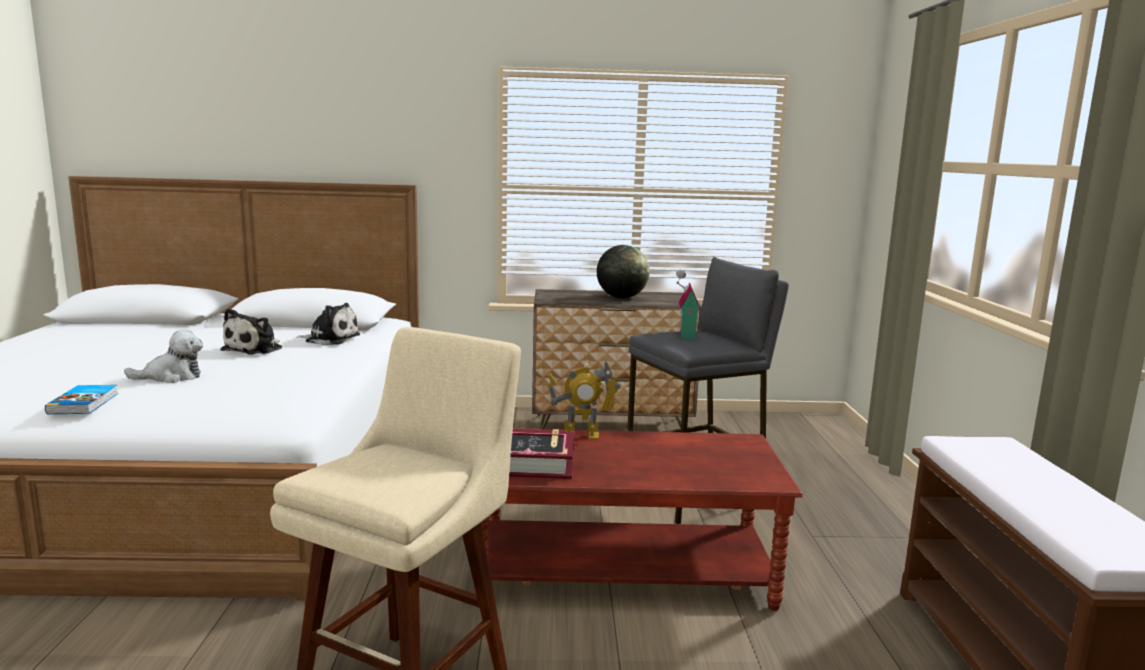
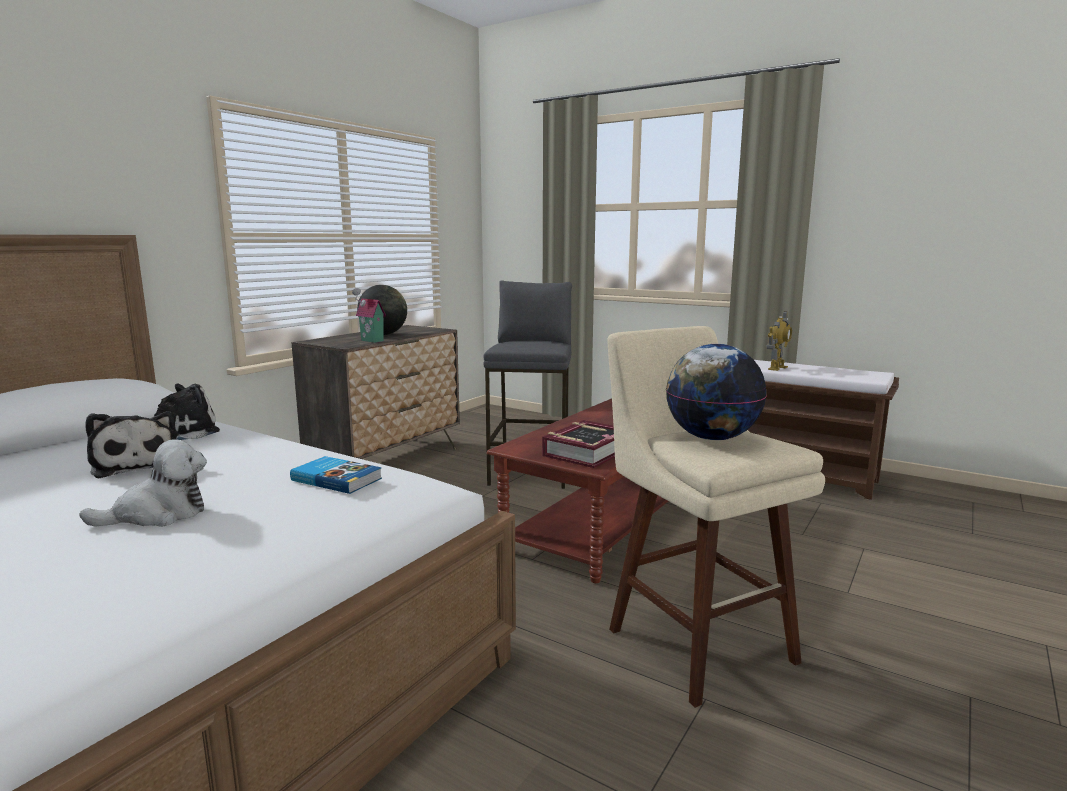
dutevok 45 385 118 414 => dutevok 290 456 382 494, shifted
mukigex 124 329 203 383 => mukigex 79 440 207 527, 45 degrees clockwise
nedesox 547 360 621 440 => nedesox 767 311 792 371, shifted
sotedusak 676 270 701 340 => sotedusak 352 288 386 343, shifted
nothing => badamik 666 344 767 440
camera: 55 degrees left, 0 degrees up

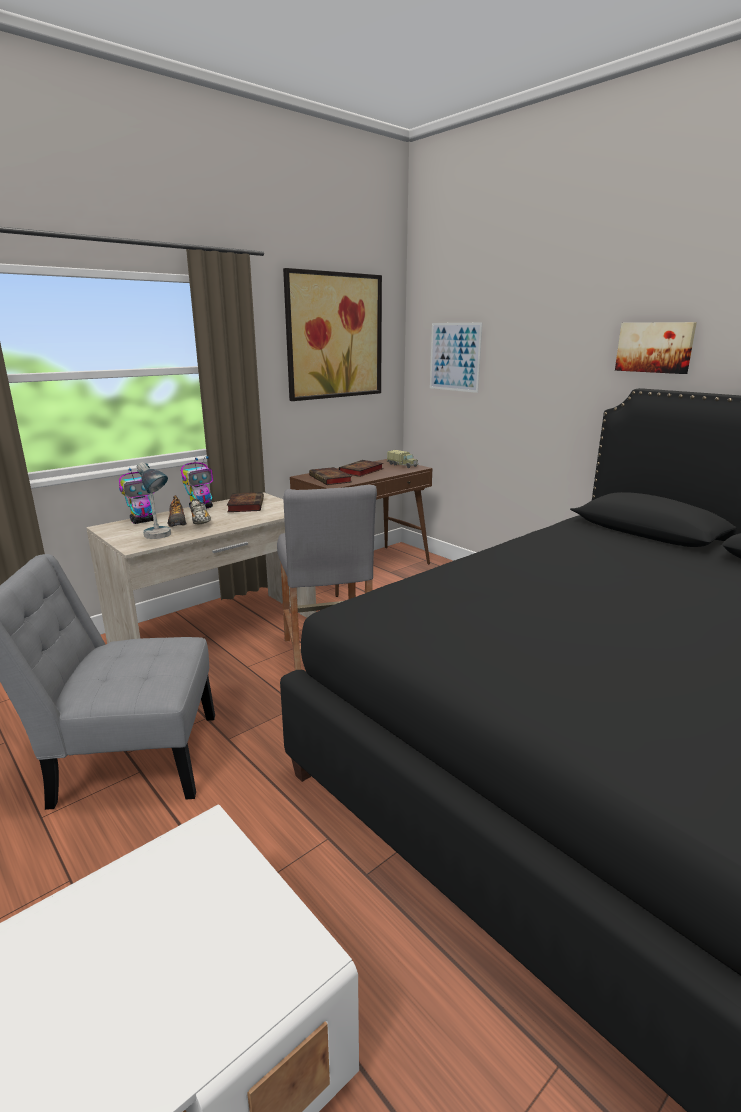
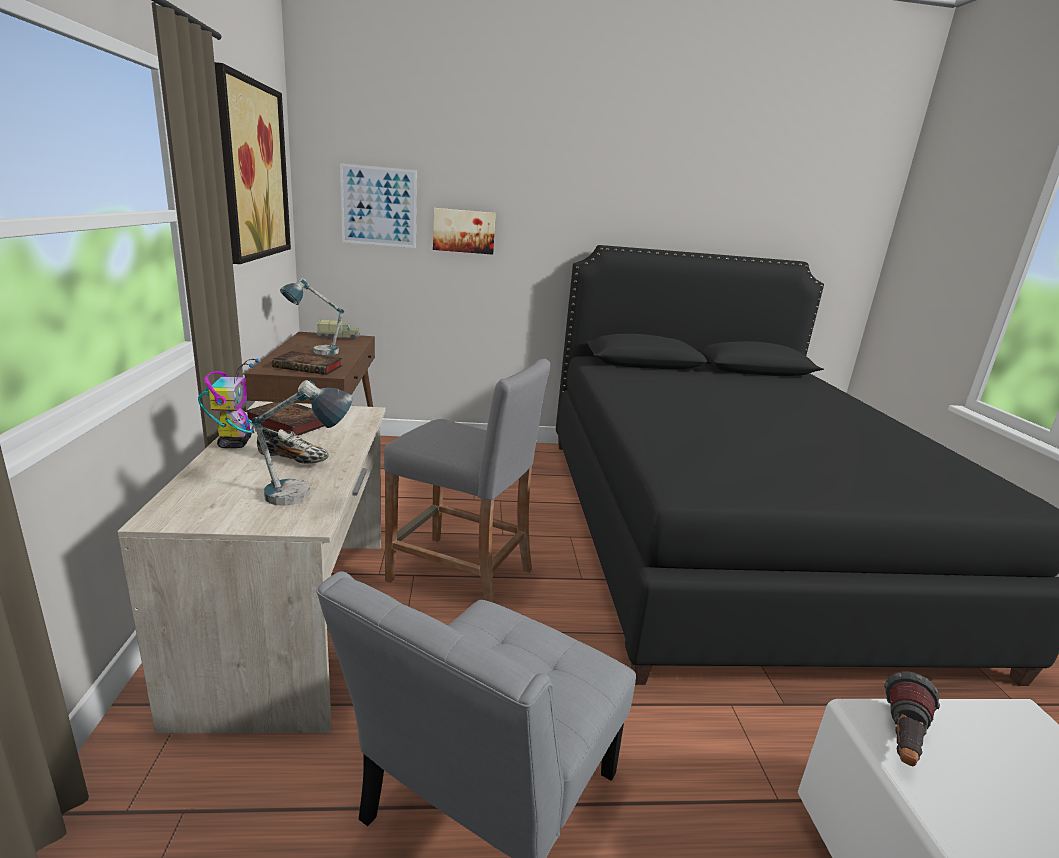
nedesox 119 468 155 524 => nothing
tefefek 168 495 187 527 => nothing
dutevok 339 460 383 477 => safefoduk 280 278 344 355
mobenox 615 322 697 374 => mobenox 433 208 496 255, shifted
nothing => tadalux 884 671 940 766
camera: 55 degrees left, 0 degrees up

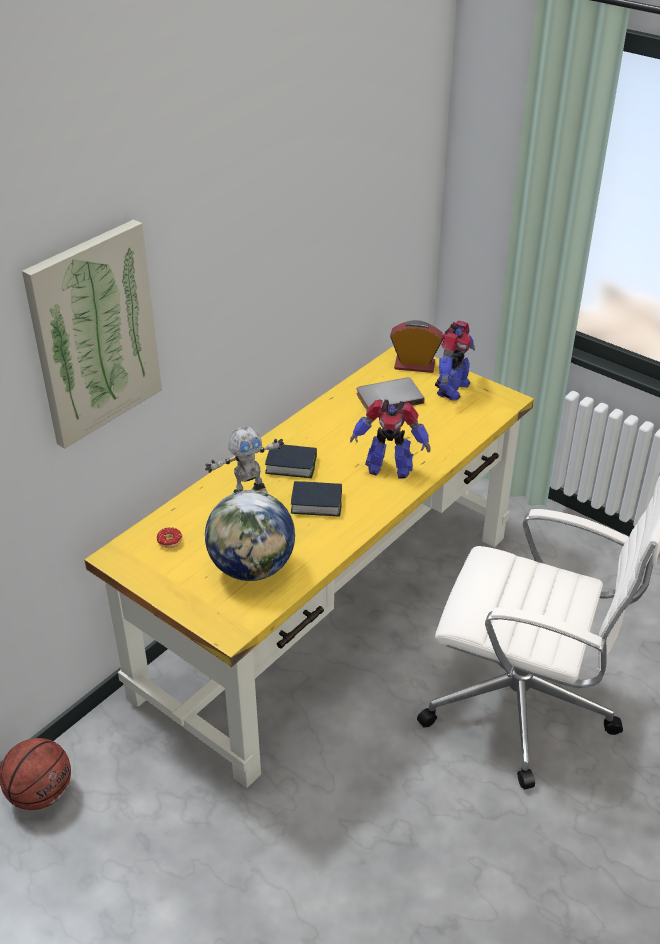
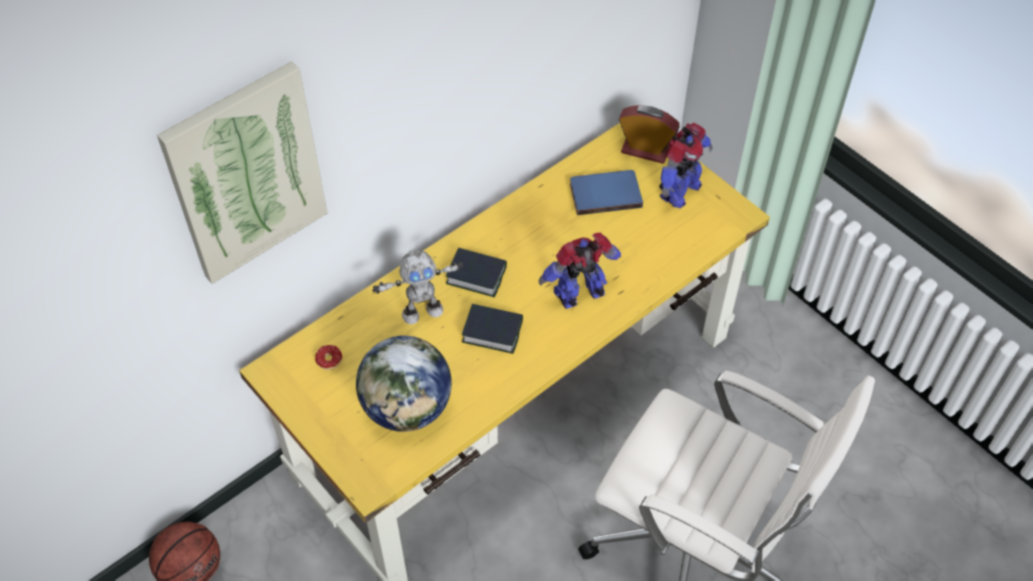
nedesox 350 399 431 478 => nedesox 538 233 621 309, 135 degrees clockwise
grey dutevok 356 377 425 411 => blue dutevok 570 170 643 215
camera: 10 degrees right, 15 degrees up

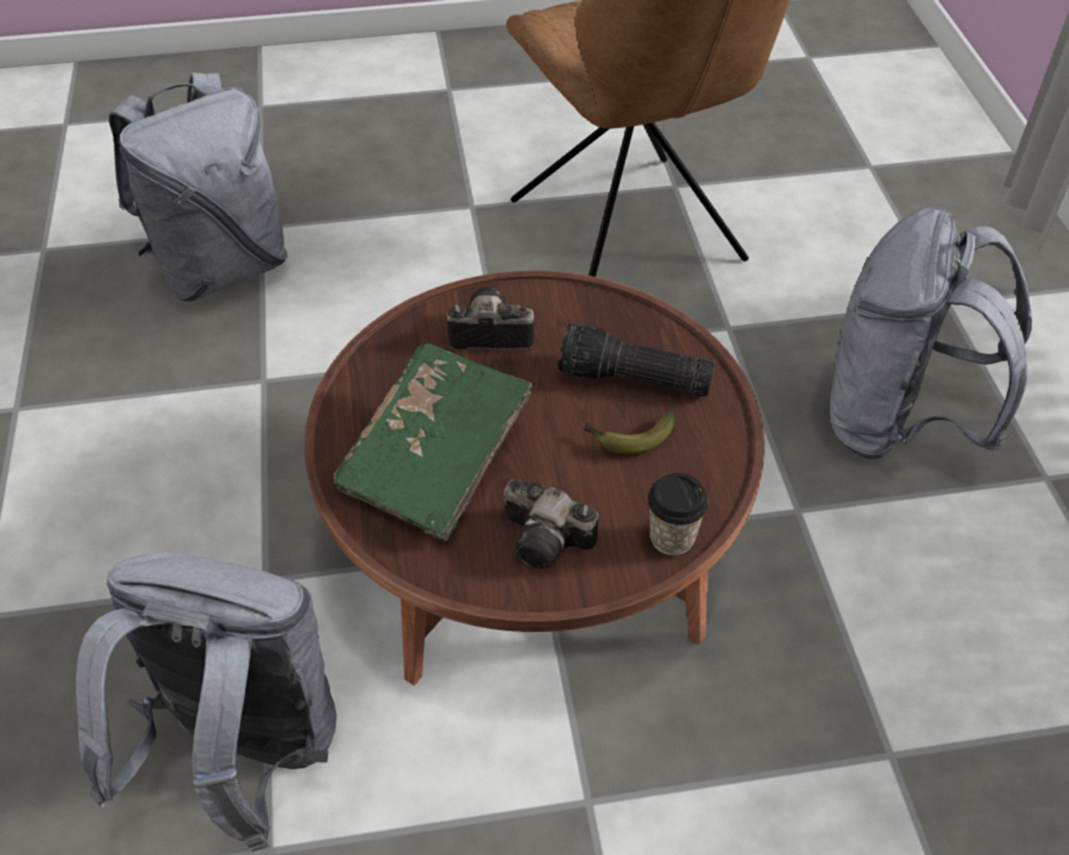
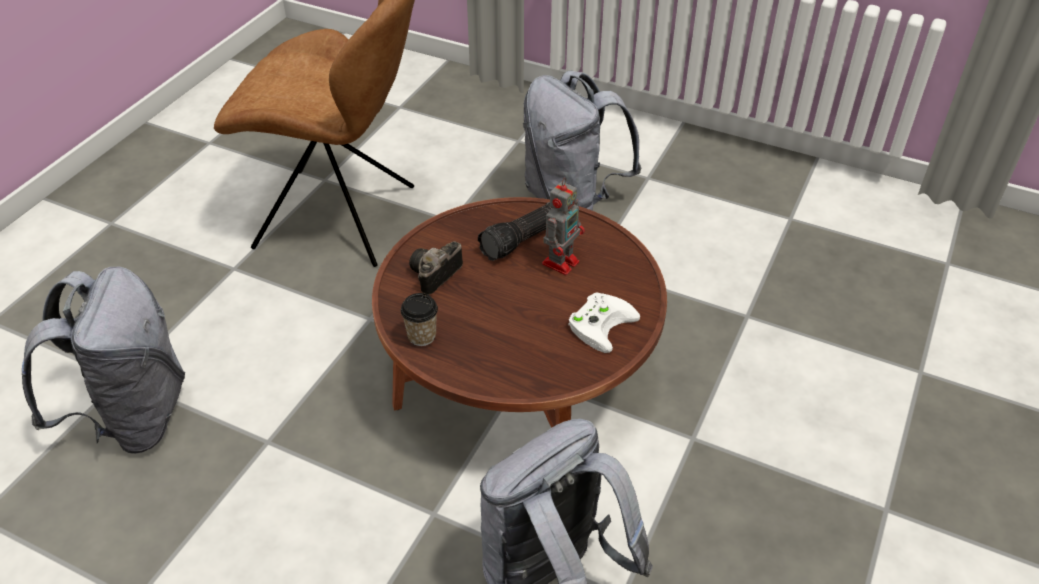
green dutevok 333 343 533 541 => nothing
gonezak 502 479 599 569 => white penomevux 568 293 640 353
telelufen 583 410 675 454 => nedesox 542 177 585 275
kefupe 648 473 708 555 => kefupe 401 293 438 346, shifted
camera: 55 degrees left, 5 degrees down

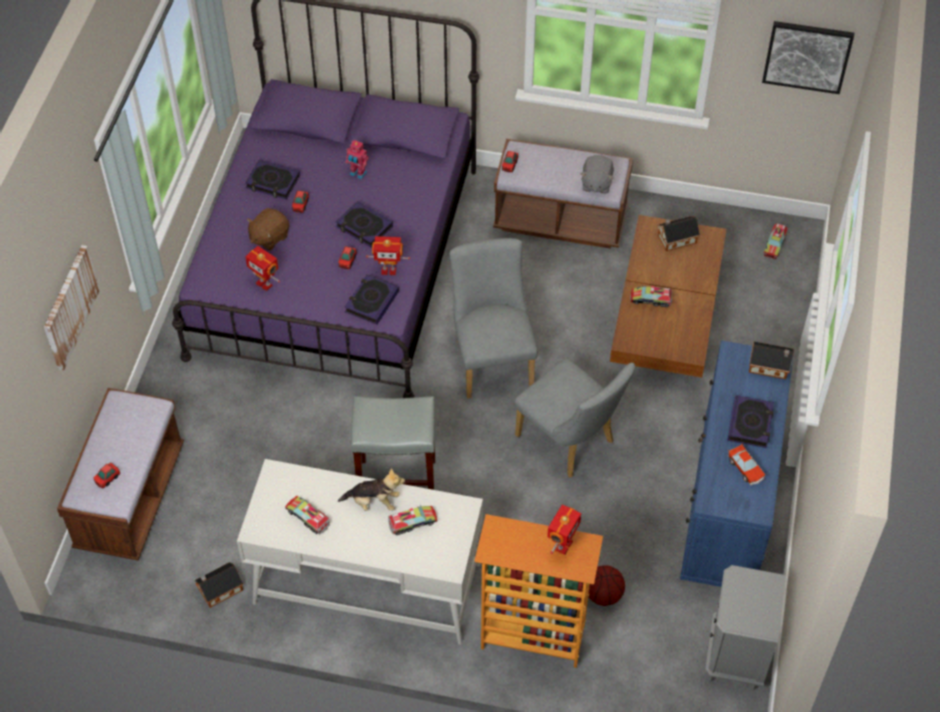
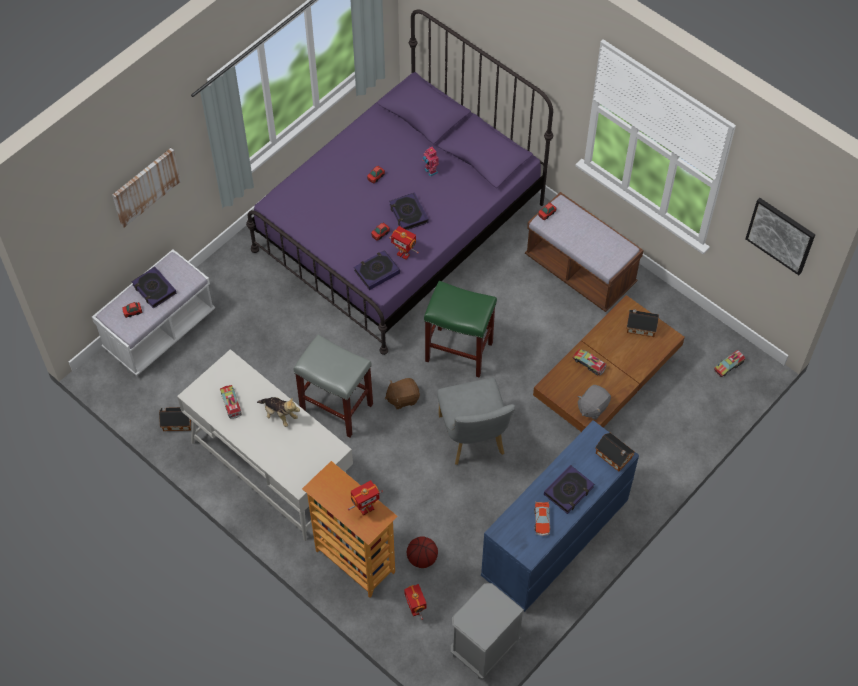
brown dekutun 57 388 184 561 => white dekutun 92 249 215 376
dutevok 245 159 300 200 => dutevok 131 267 177 309, shifted
nedesox 245 246 280 291 => nedesox 404 584 427 620, shifted
brown mukigex 247 208 289 250 => brown mukigex 385 378 420 409, shifted
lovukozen 388 505 438 535 => nothing
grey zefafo 450 238 538 398 => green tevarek 424 281 497 378
grey mukigex 581 155 614 194 => grey mukigex 577 385 611 420, shifted
camera: 30 degrees right, 5 degrees up

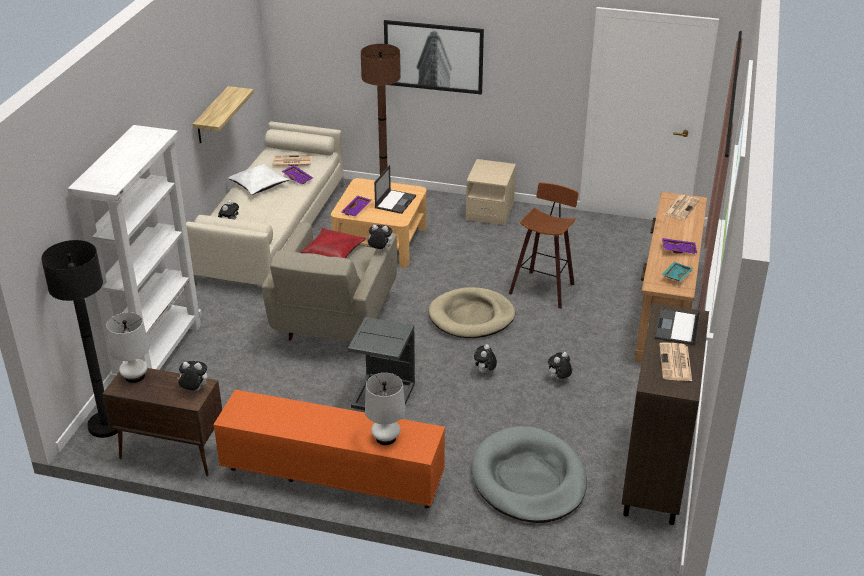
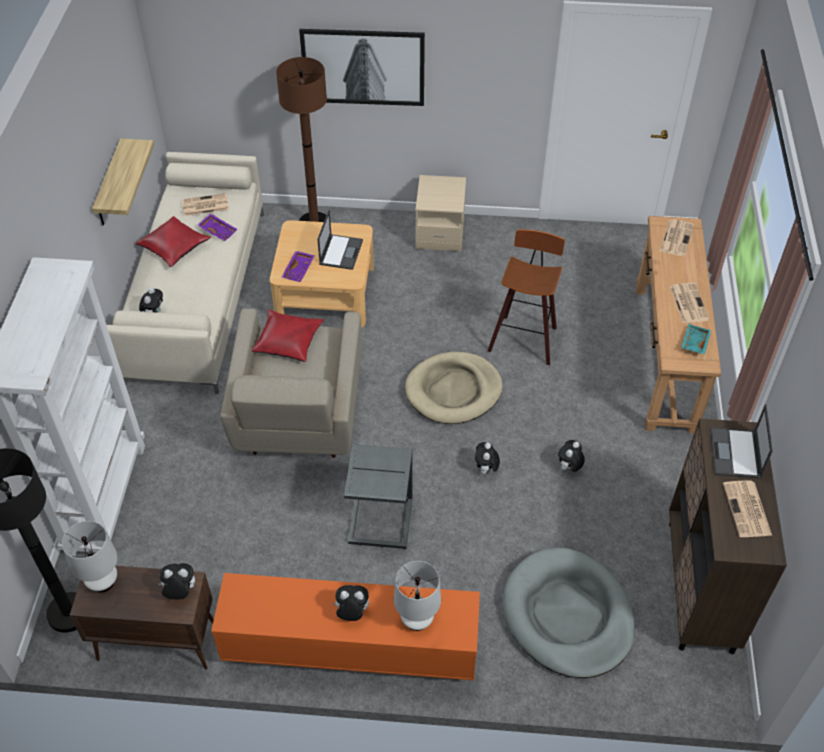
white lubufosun 228 164 290 195 => red lubufosun 136 216 211 267
mukigex 366 225 392 251 => mukigex 331 585 369 621, shifted
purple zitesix 662 238 697 254 => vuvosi 670 283 709 323
camera: 10 degrees left, 15 degrees up

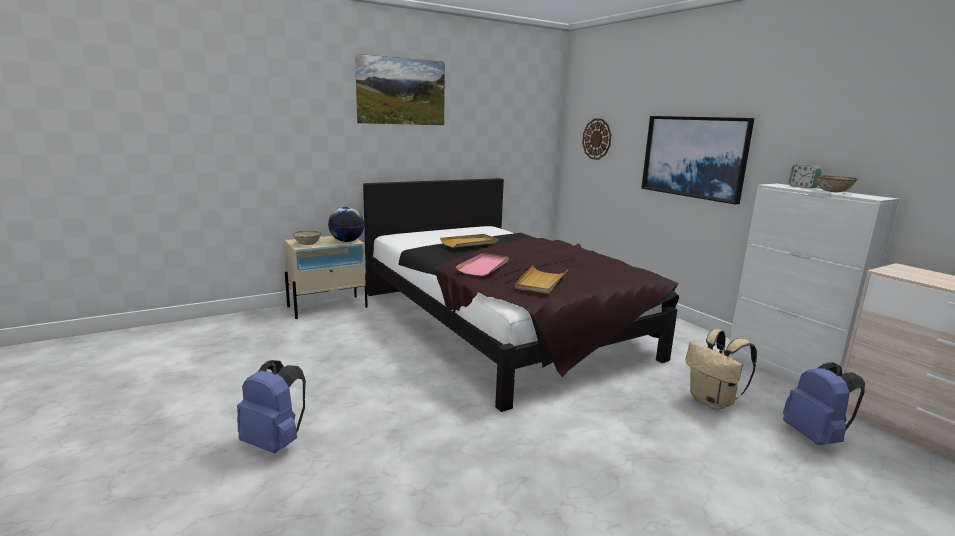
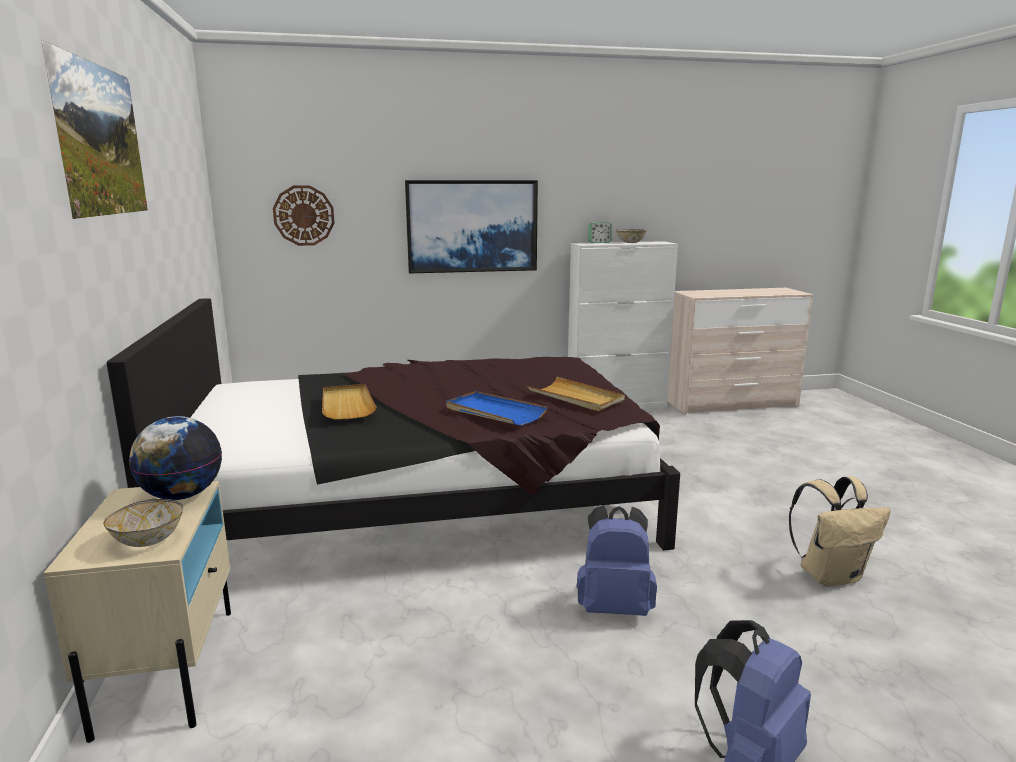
pink zitesix 456 253 509 276 => blue zitesix 446 391 547 426
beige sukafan 686 329 757 410 => beige sukafan 789 476 891 587, shifted
blue sukafan 783 362 865 445 => blue sukafan 577 505 657 616, shifted
camera: 70 degrees left, 0 degrees up

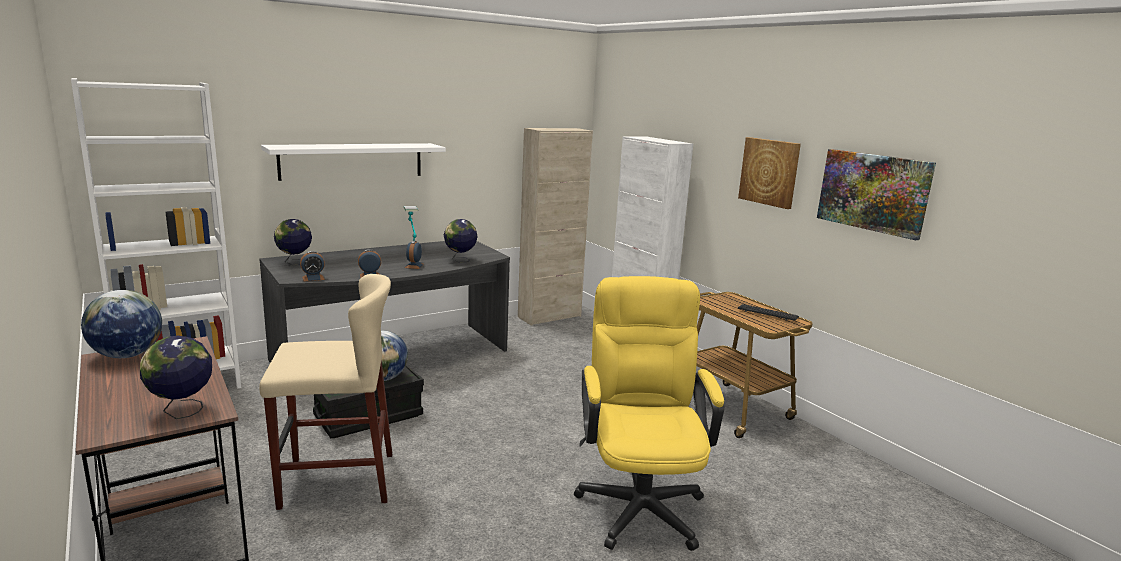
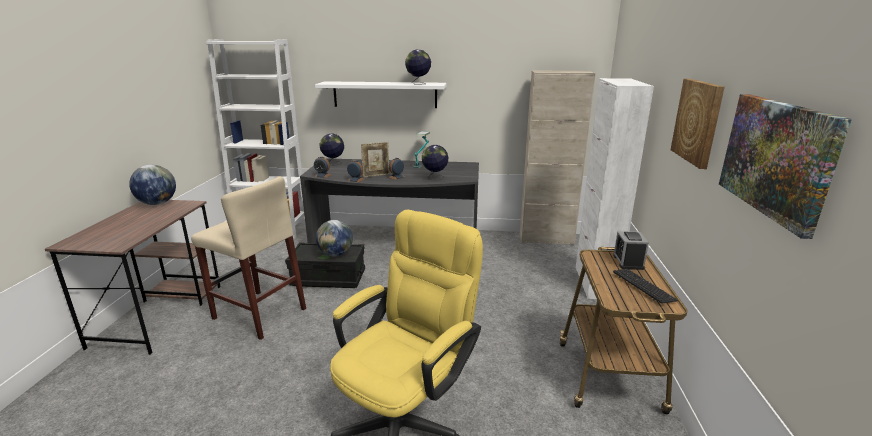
badamik 140 335 212 419 => badamik 405 50 431 85, shifted
nothing => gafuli 361 142 390 178
nothing => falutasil 613 231 649 270
camera: 40 degrees right, 5 degrees up

